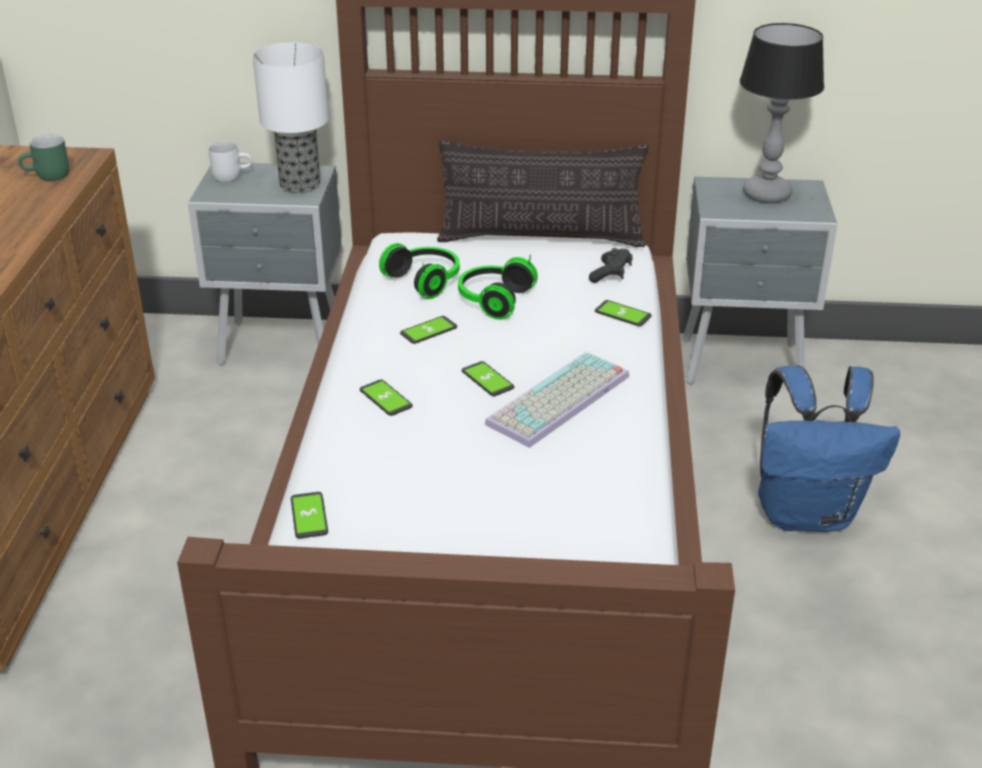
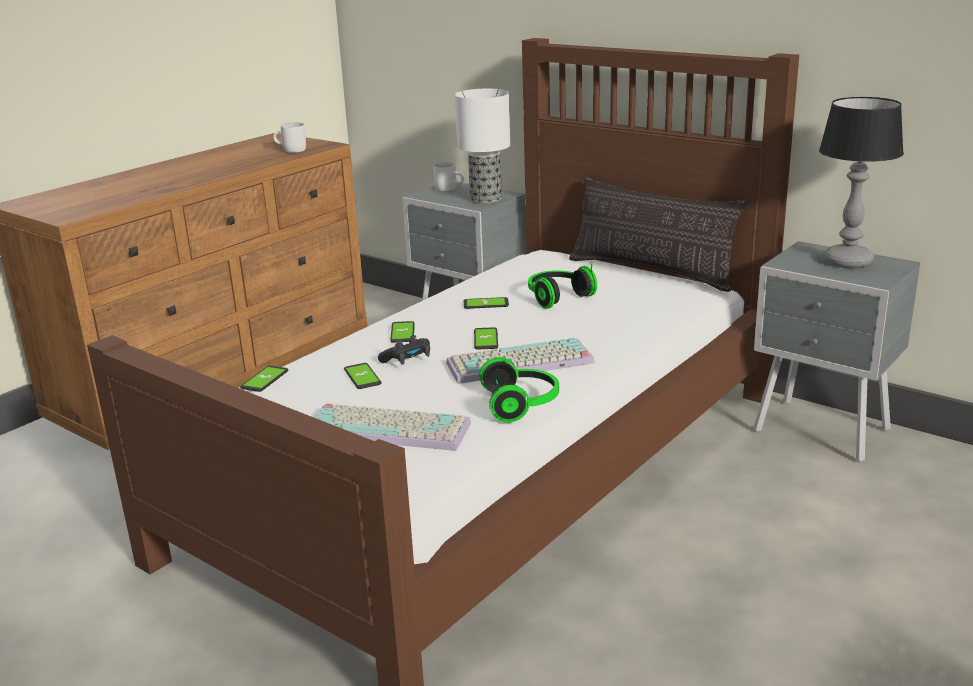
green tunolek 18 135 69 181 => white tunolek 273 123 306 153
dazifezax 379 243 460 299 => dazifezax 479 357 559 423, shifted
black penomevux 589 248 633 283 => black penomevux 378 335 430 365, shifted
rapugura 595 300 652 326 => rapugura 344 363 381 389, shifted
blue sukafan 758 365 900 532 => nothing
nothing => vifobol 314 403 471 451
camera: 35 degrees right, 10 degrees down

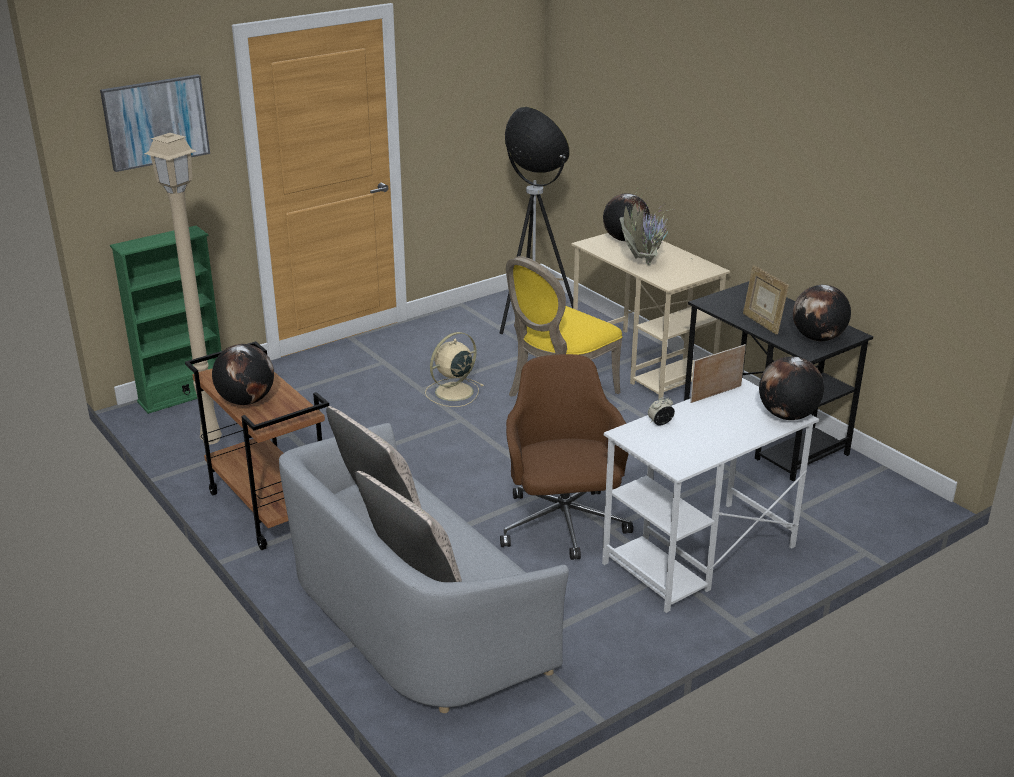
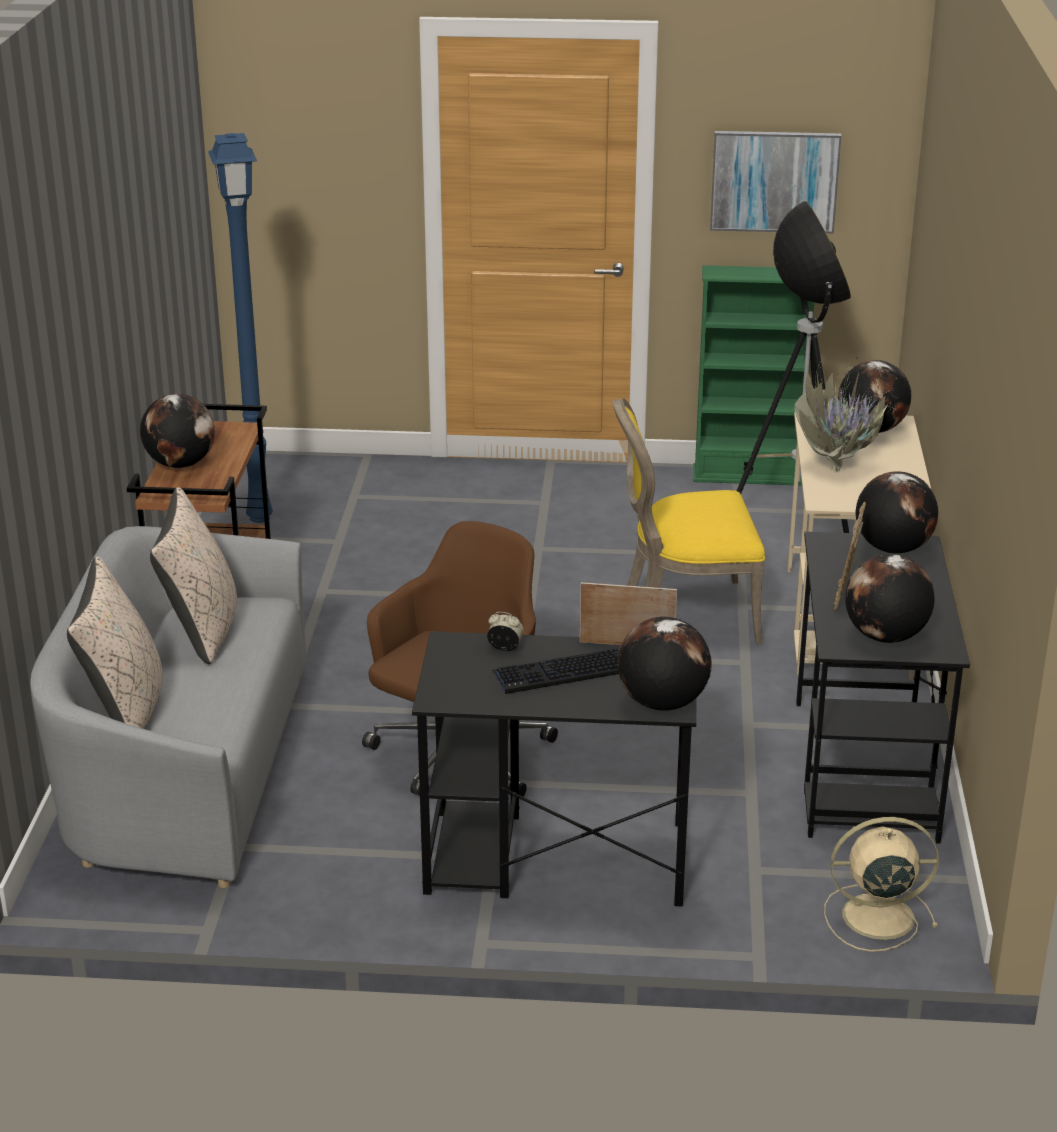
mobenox 100 74 210 172 => mobenox 710 131 841 234, shifted
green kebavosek 110 226 222 414 => green kebavosek 693 265 814 486, shifted
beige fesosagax 145 133 222 445 => blue fesosagax 208 133 273 523
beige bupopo 425 332 484 407 => beige bupopo 824 817 939 952, shifted
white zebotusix 602 378 819 613 => black zebotusix 412 631 696 906
nothing => vifobol 492 648 619 694
nothing => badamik 855 472 938 554
camera: 40 degrees right, 0 degrees up

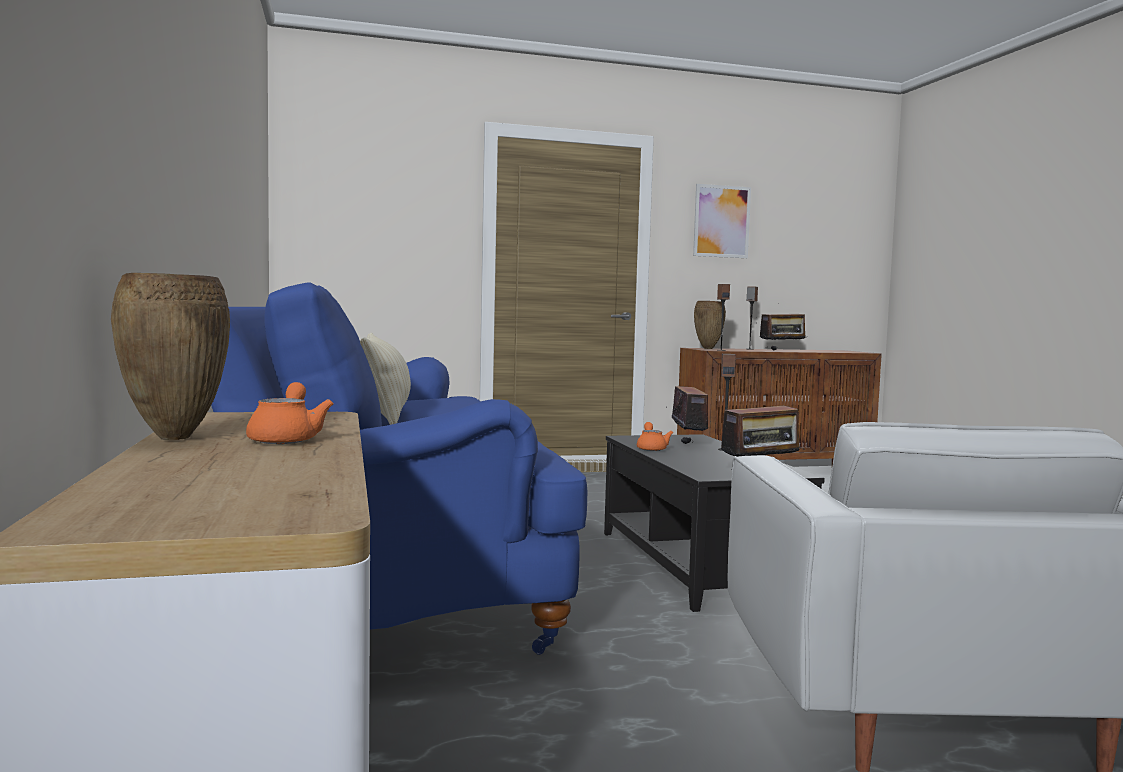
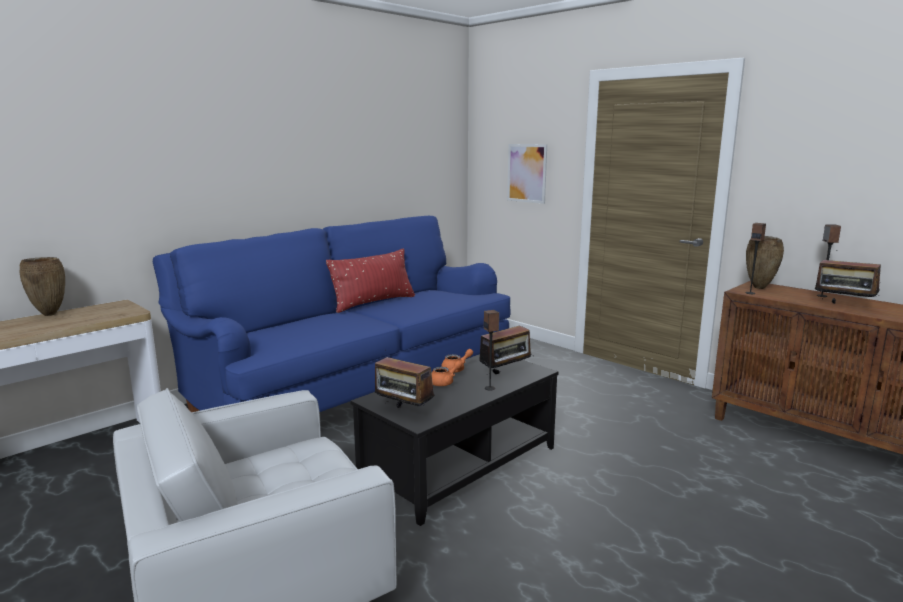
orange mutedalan 246 382 334 444 => orange mutedalan 432 360 462 386, shifted
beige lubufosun 360 332 411 425 => red lubufosun 326 249 415 313
mobenox 693 184 751 258 => mobenox 507 144 547 204, shifted
camera: 60 degrees right, 10 degrees up

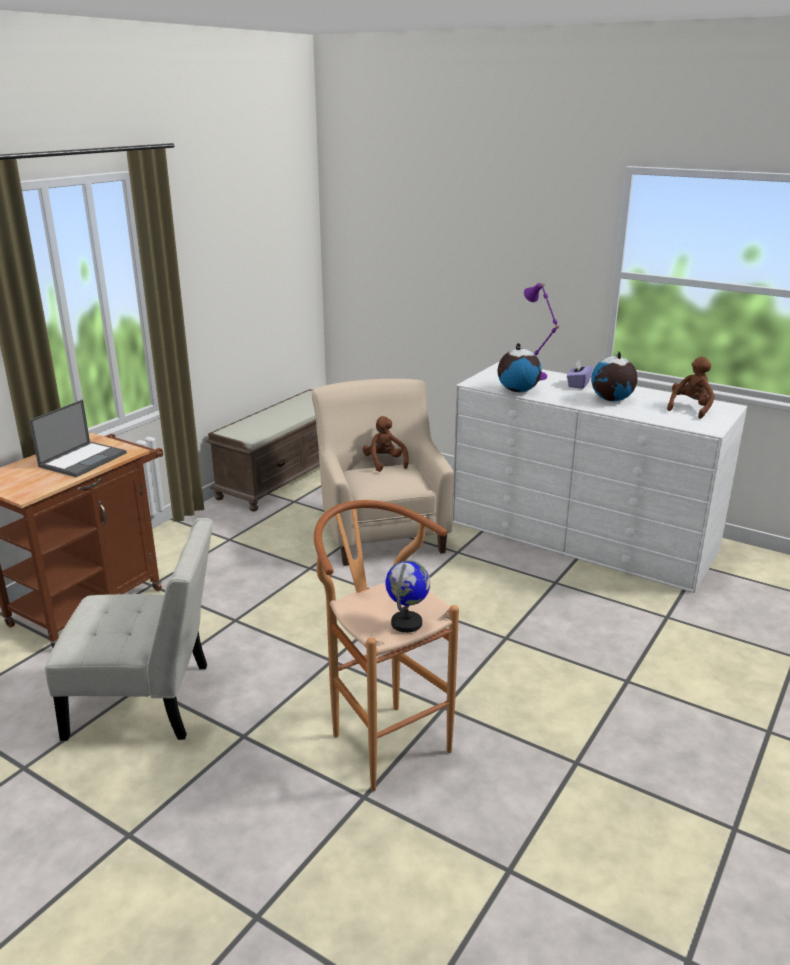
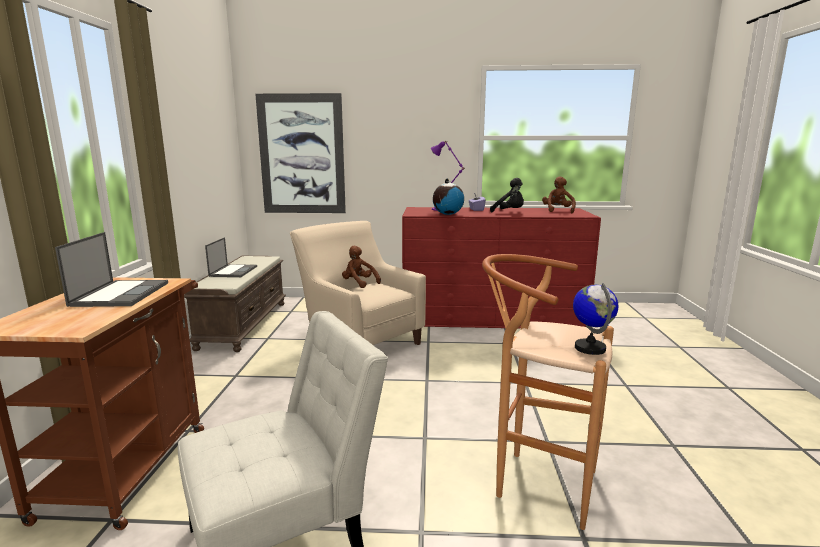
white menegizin 452 362 747 593 => red menegizin 402 207 601 329
badamik 591 352 638 401 => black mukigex 490 178 524 212
nothing => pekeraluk 205 237 257 277
nothing => mobenox 255 93 346 213
camera: 30 degrees left, 10 degrees down

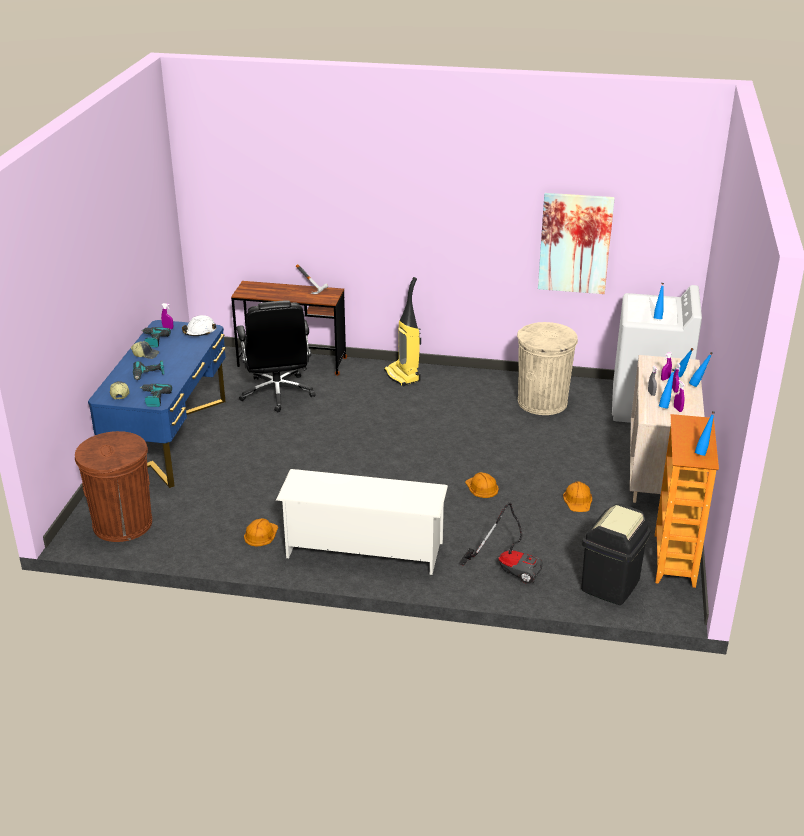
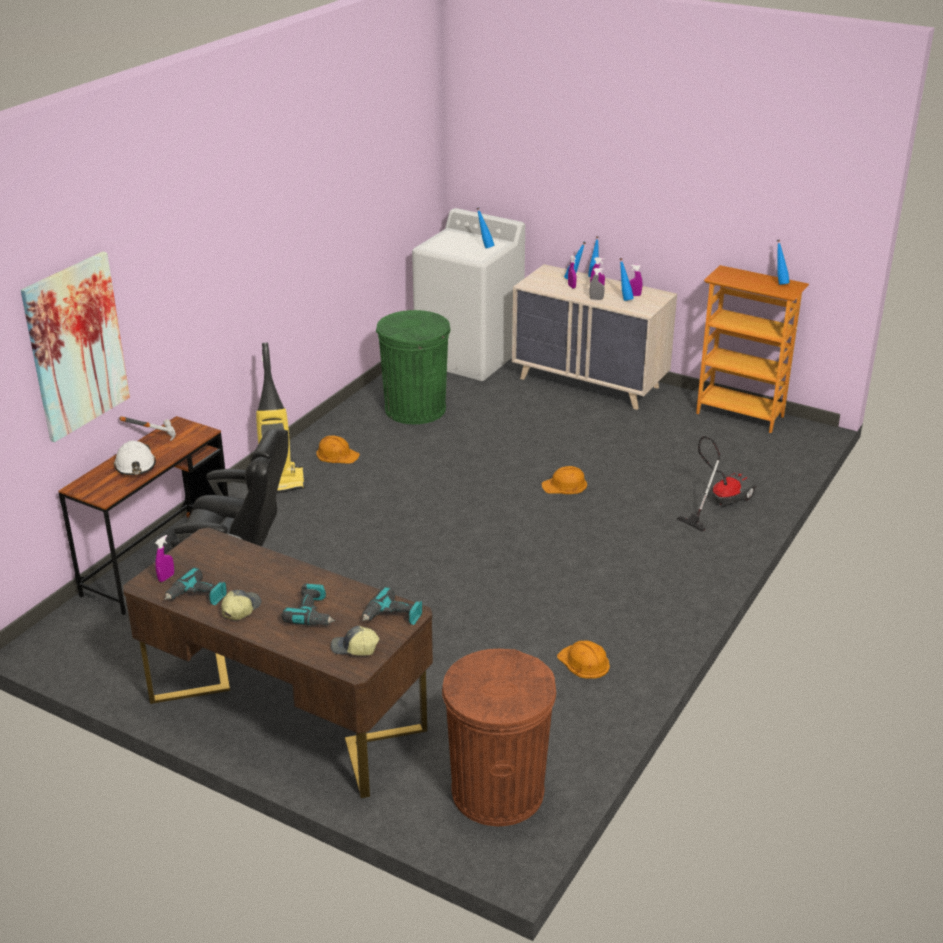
blue zebotusix 88 320 226 488 => brown zebotusix 123 527 433 798
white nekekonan 182 315 216 336 => white nekekonan 114 441 156 475, shifted
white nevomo 276 469 448 575 => nothing
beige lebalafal 517 322 578 415 => green lebalafal 376 310 451 424
mobenox 538 193 615 294 => mobenox 21 252 130 442, shifted
orange nekekonan 563 481 592 512 => orange nekekonan 316 435 360 464, shifted
black lebalafal 581 503 650 605 => nothing
camera: 70 degrees left, 0 degrees up

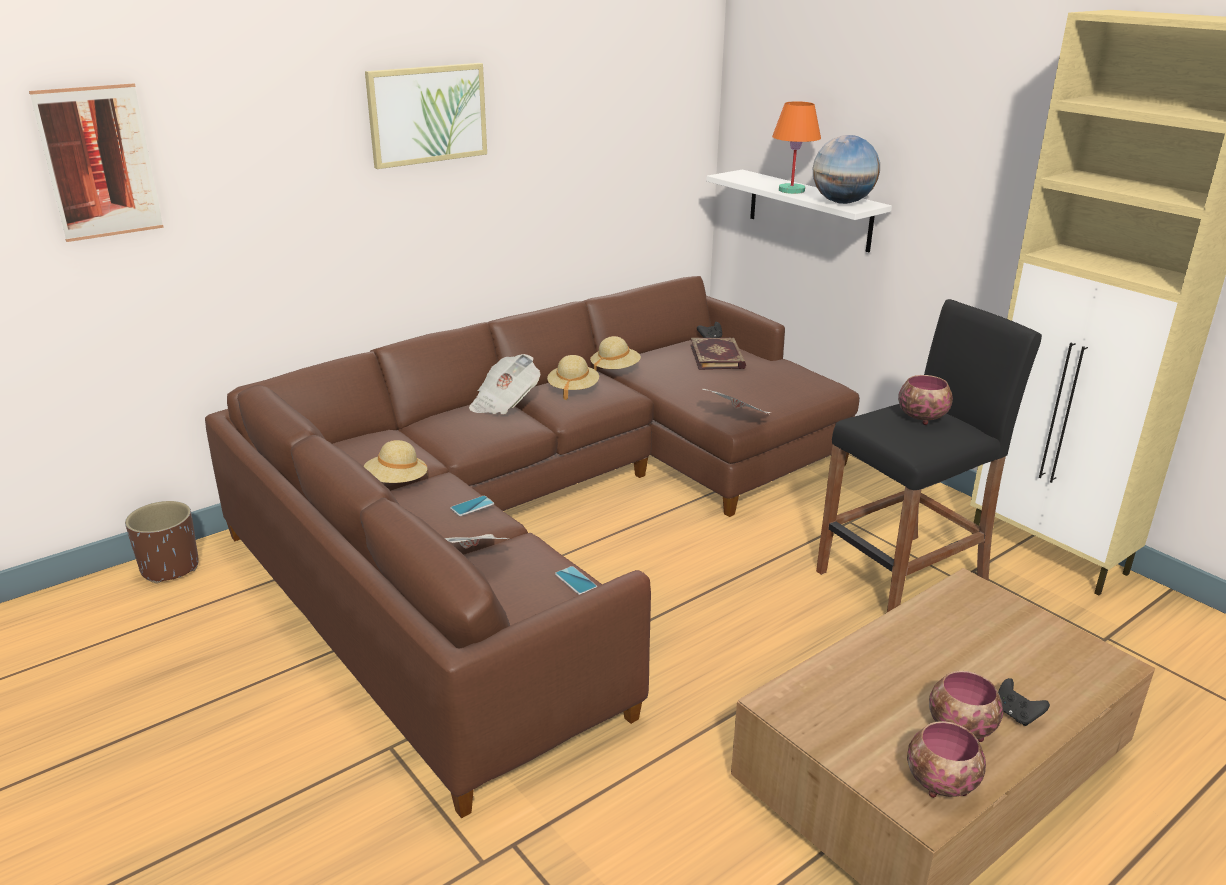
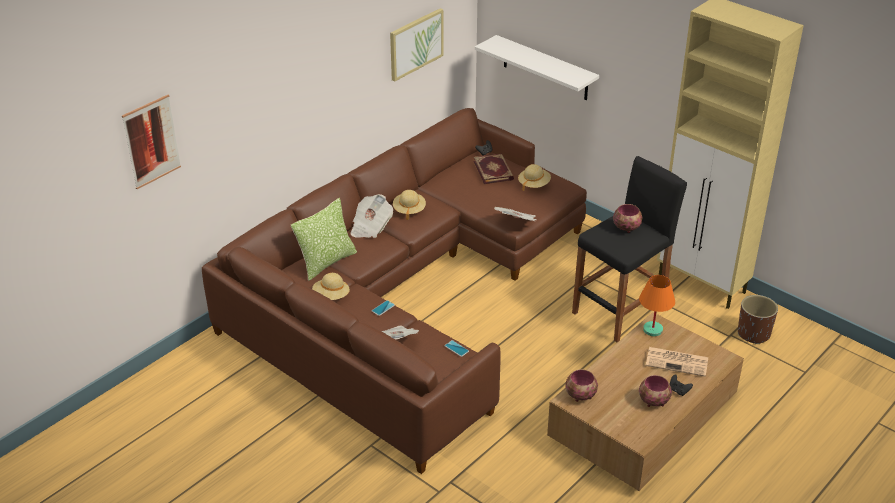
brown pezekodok 125 501 199 583 => brown pezekodok 738 295 778 344, shifted
mobenox 365 63 487 169 => mobenox 390 8 443 82, shifted
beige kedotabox 590 336 641 370 => beige kedotabox 518 164 551 191, shifted
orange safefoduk 772 101 821 194 => orange safefoduk 639 275 675 336, shifted
badamik 813 135 880 204 => nothing
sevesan 907 721 986 798 => sevesan 565 369 598 402, shifted
nothing => lubufosun 291 198 357 281
nothing => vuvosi 646 347 708 377
camera: 10 degrees left, 10 degrees up

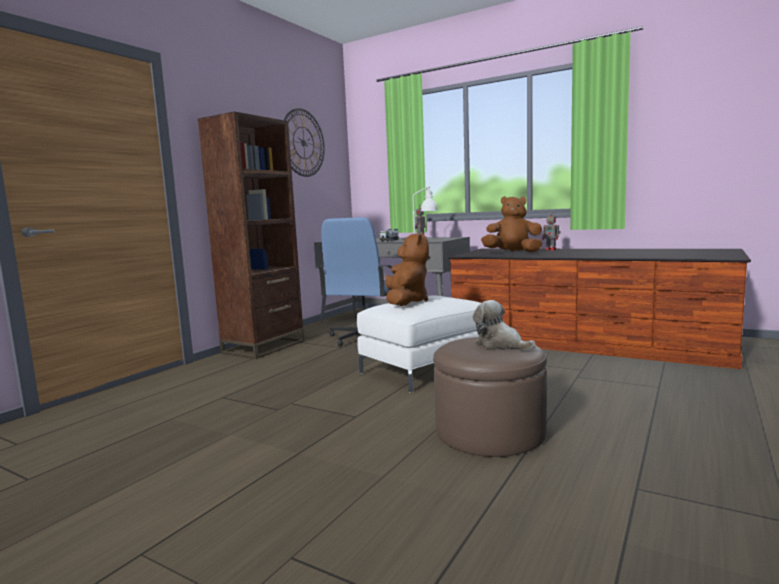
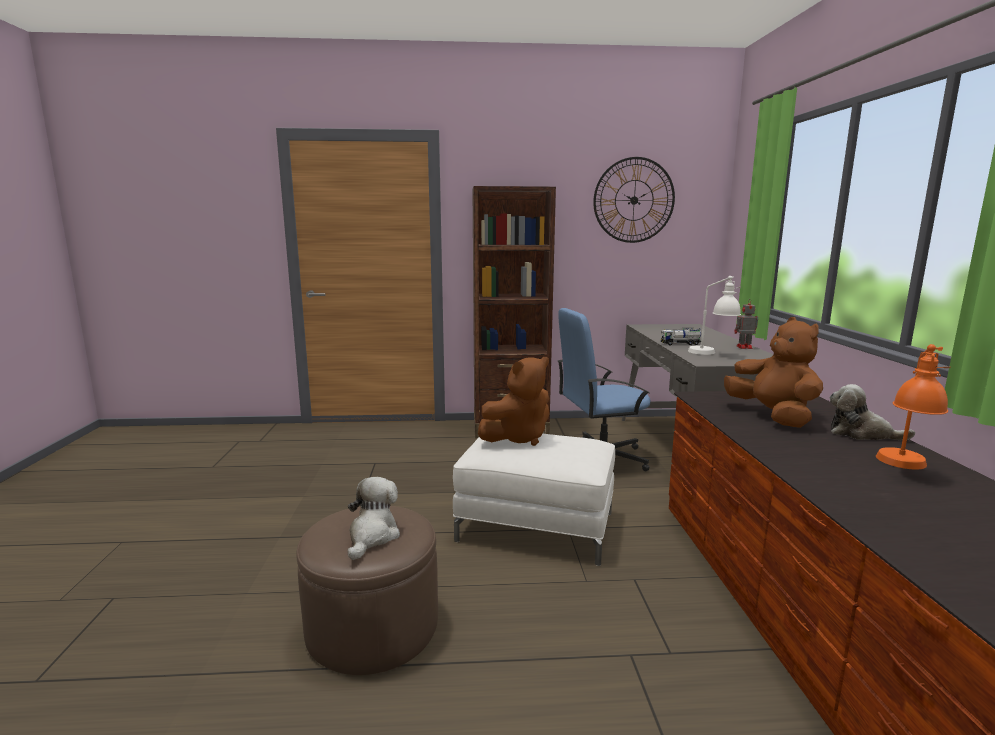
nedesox 542 212 561 251 => mukigex 830 384 915 440
nothing => orange safefoduk 876 344 951 470
camera: 55 degrees right, 5 degrees up

